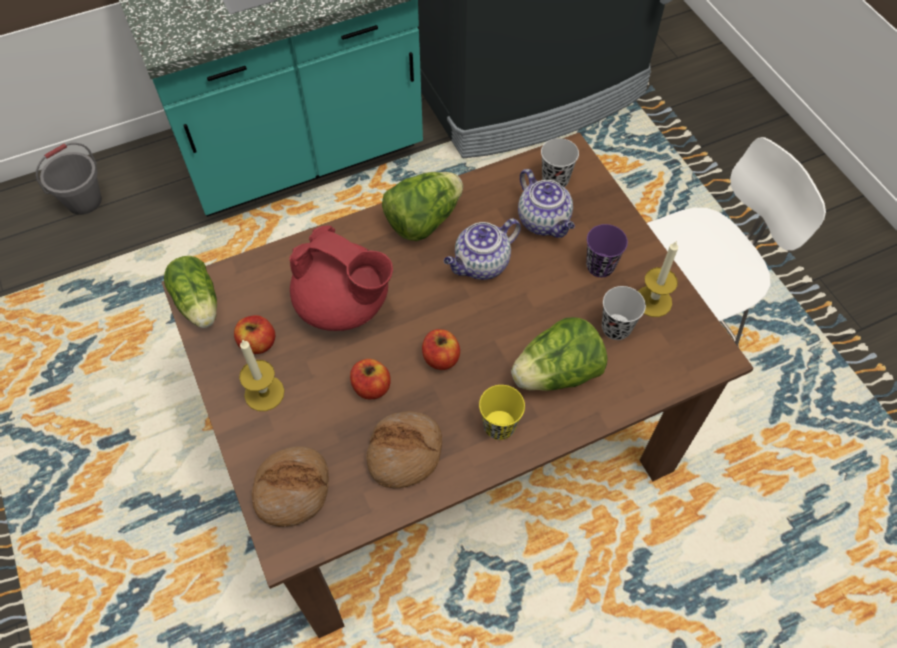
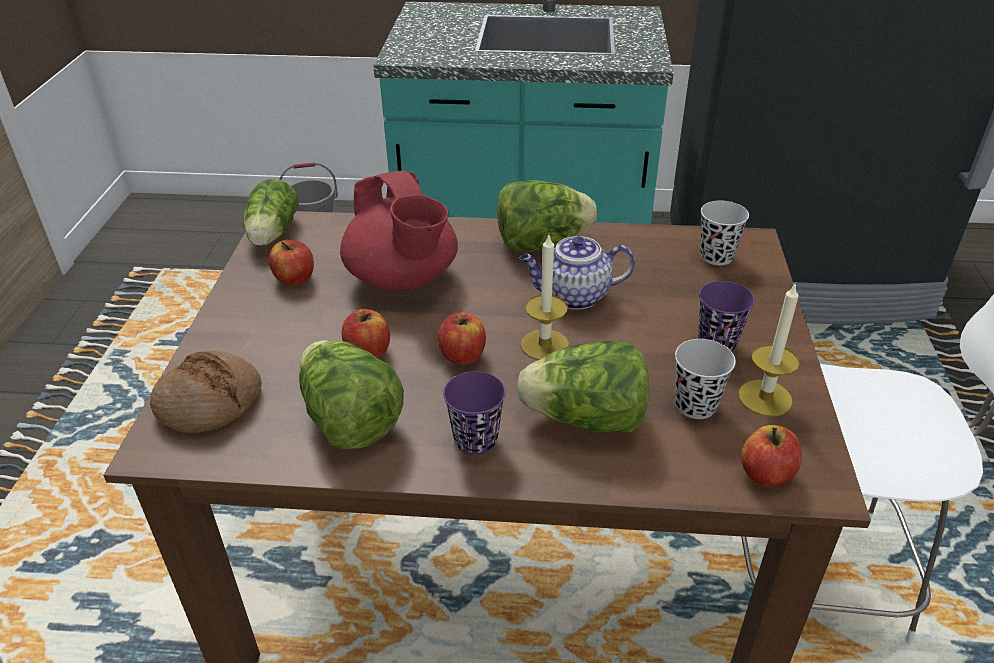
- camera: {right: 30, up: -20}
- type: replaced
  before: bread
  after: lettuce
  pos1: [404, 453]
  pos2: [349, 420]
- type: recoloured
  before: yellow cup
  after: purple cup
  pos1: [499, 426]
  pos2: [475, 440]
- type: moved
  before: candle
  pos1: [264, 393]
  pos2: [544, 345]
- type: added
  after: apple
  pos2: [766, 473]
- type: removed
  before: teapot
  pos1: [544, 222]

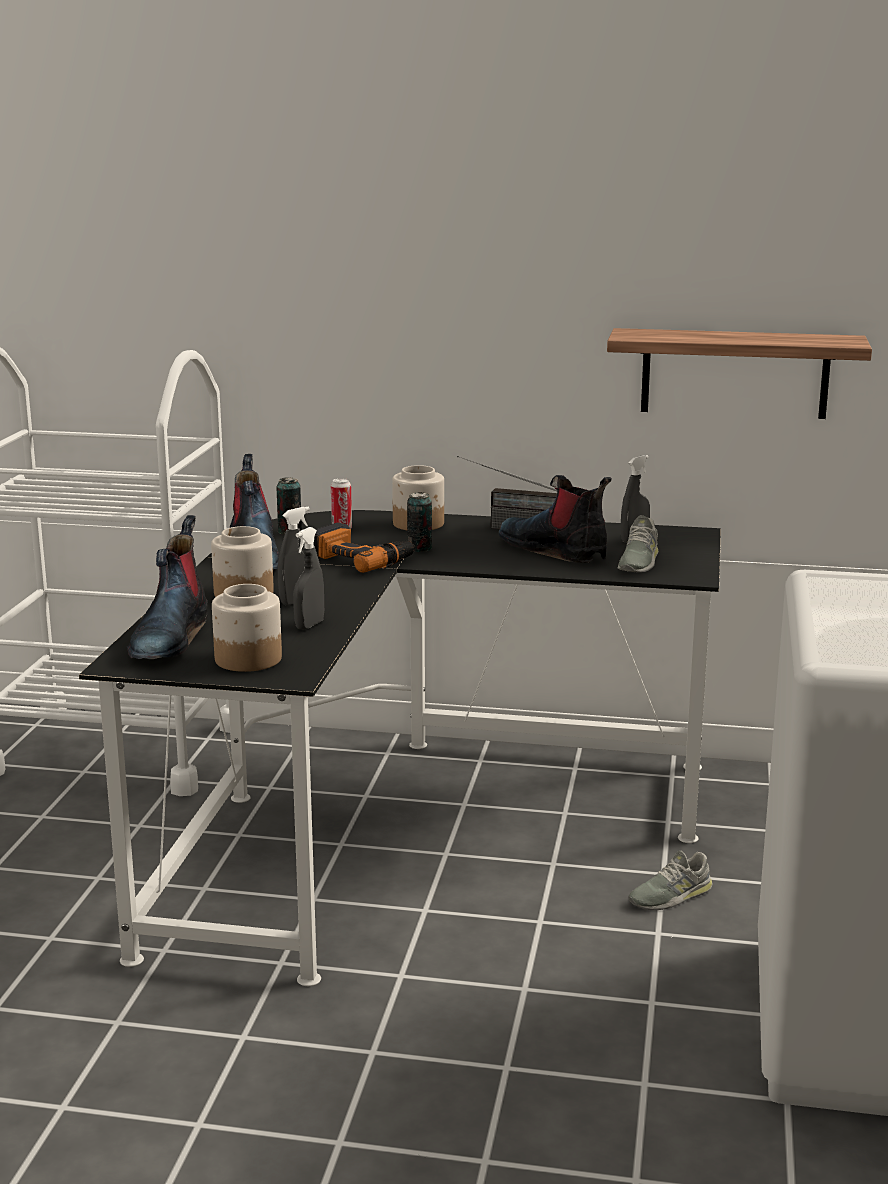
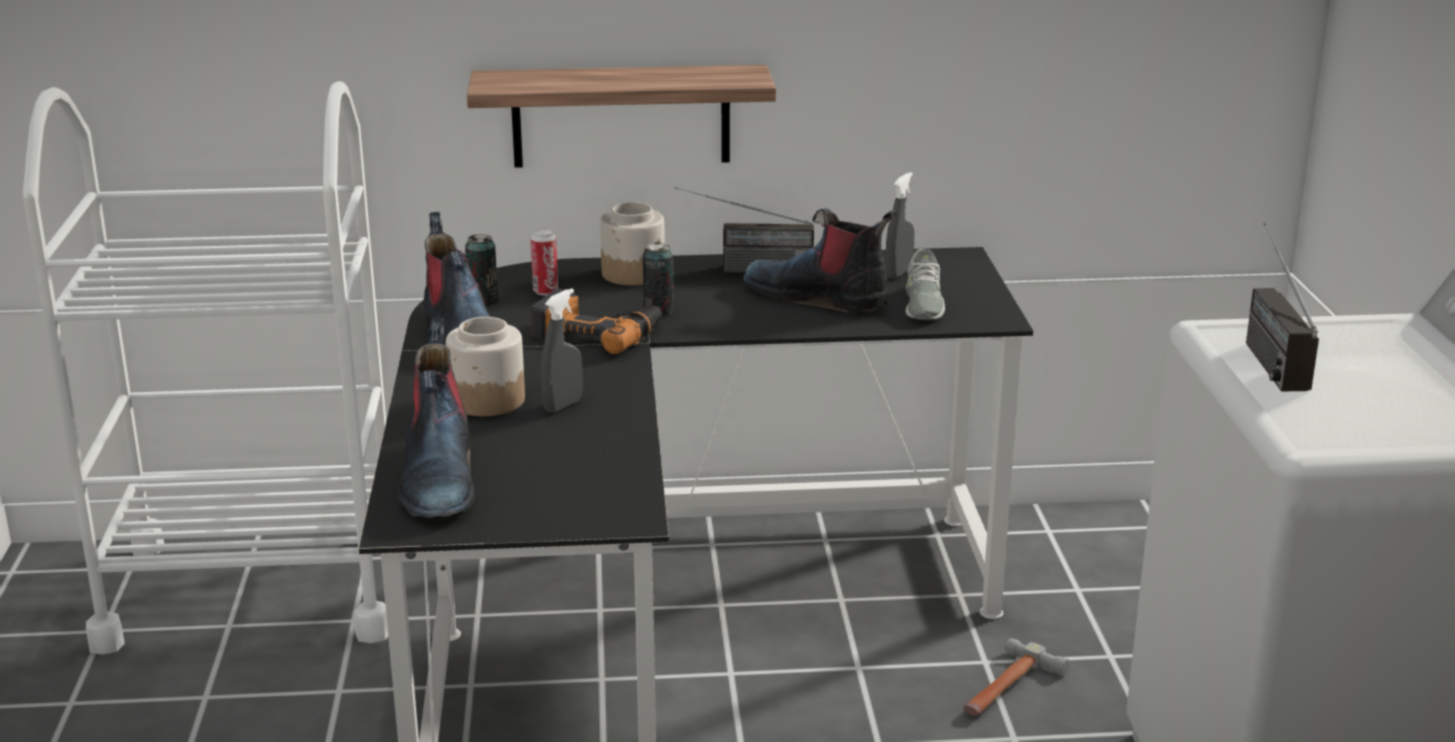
- camera: {right: -15, up: 5}
- type: moved
  before: shelf
  pos1: [734, 373]
  pos2: [621, 116]
- type: replaced
  before: grey shoe
  after: hammer
  pos1: [670, 896]
  pos2: [1006, 689]
- type: added
  after: radio
  pos2: [1264, 353]
- type: removed
  before: jar
  pos1: [247, 659]
- type: removed
  before: grey spray bottle
  pos1: [309, 625]

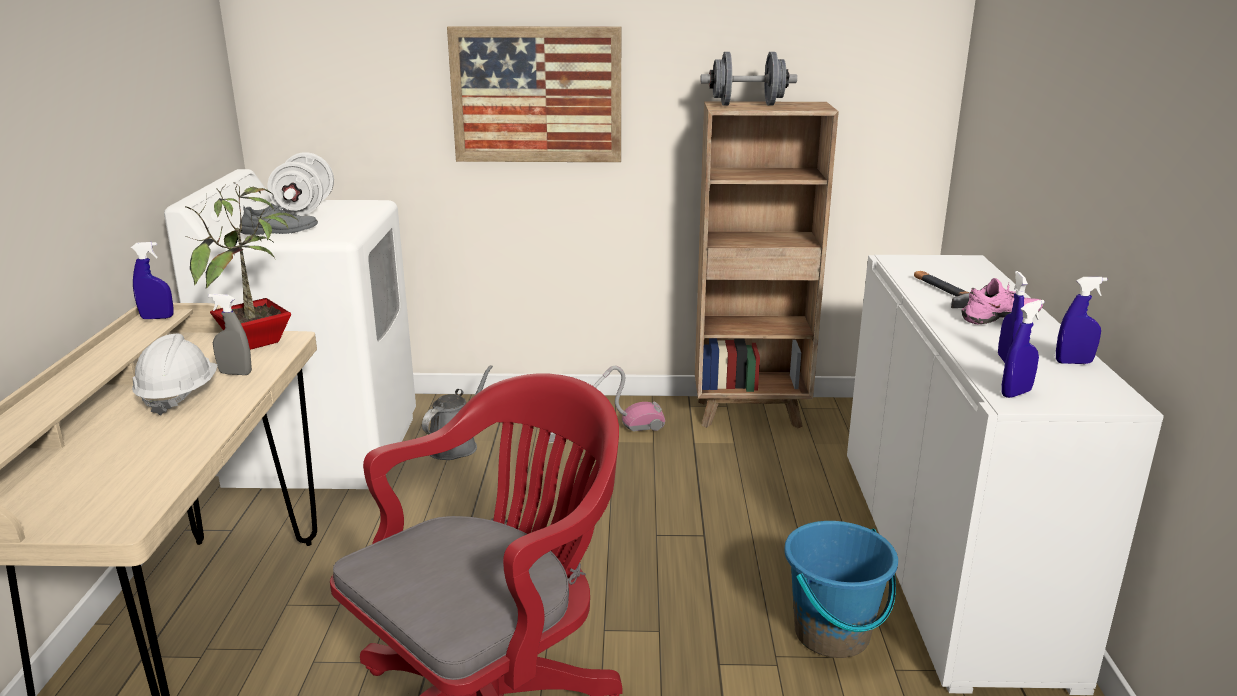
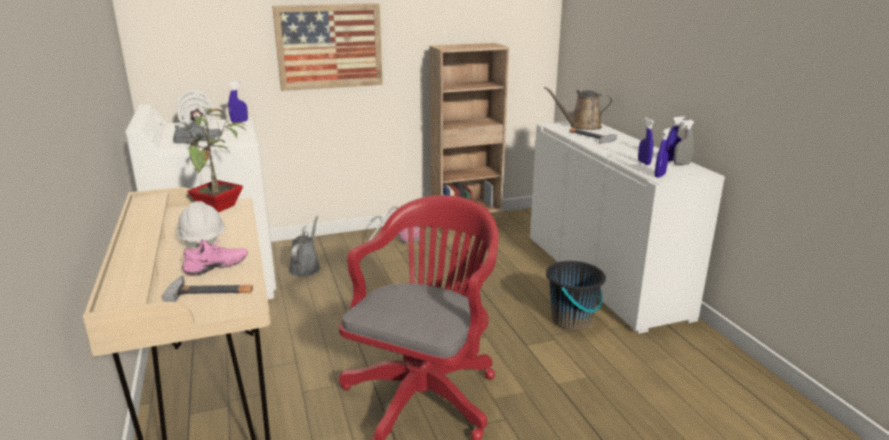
- camera: {right: -20, up: 0}
- type: added
  after: hammer
  pos2: [212, 292]
- type: moved
  before: pink shoe
  pos1: [1001, 320]
  pos2: [217, 269]
- type: moved
  before: blue spray bottle
  pos1: [157, 318]
  pos2: [239, 121]
- type: added
  after: brown watering can
  pos2: [581, 126]
- type: recoloured
  before: blue bucket
  after: black bucket
  pos1: [832, 634]
  pos2: [571, 320]
- type: moved
  before: grey spray bottle
  pos1: [235, 373]
  pos2: [681, 164]
- type: removed
  before: grey dumbbell
  pos1: [747, 105]

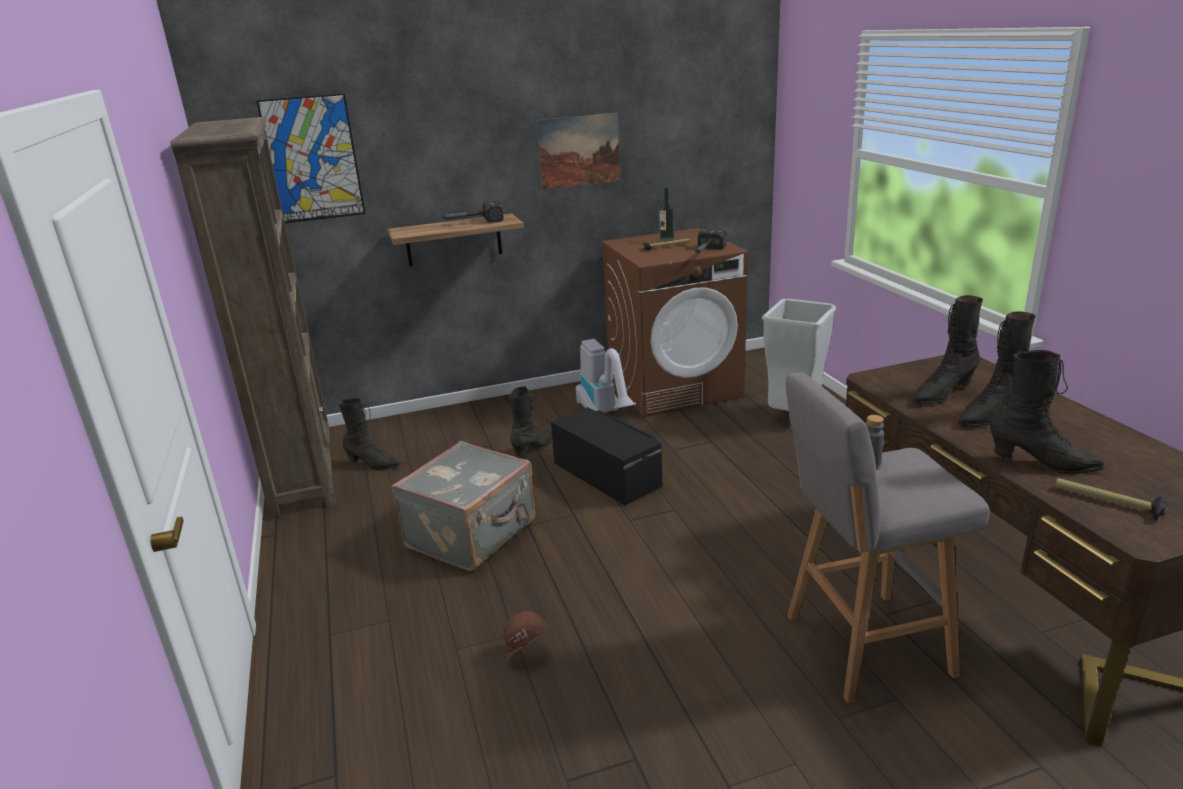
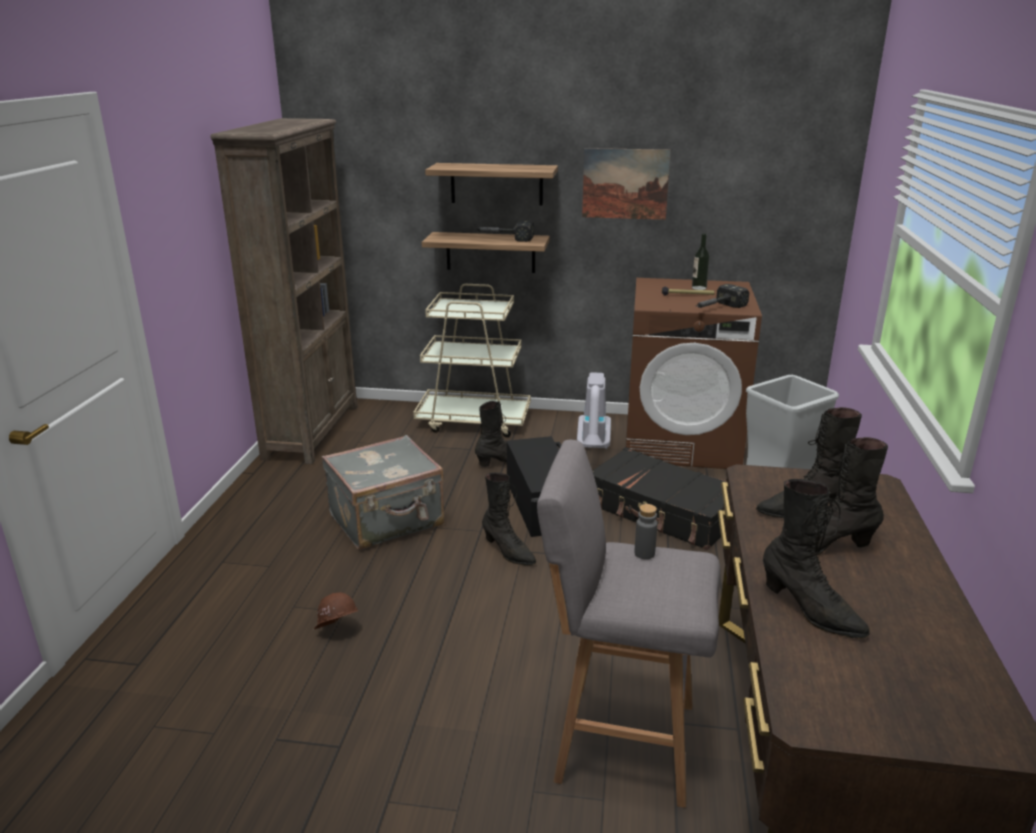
- camera: {right: 25, up: 0}
- type: added
  after: beige cart
  pos2: [474, 421]
- type: added
  after: shelf
  pos2: [496, 184]
- type: moved
  before: black boot
  pos1: [373, 464]
  pos2: [508, 552]
- type: added
  after: black suitcase
  pos2: [662, 512]
- type: removed
  before: picture
  pos1: [313, 159]
- type: removed
  before: hammer
  pos1: [1107, 501]

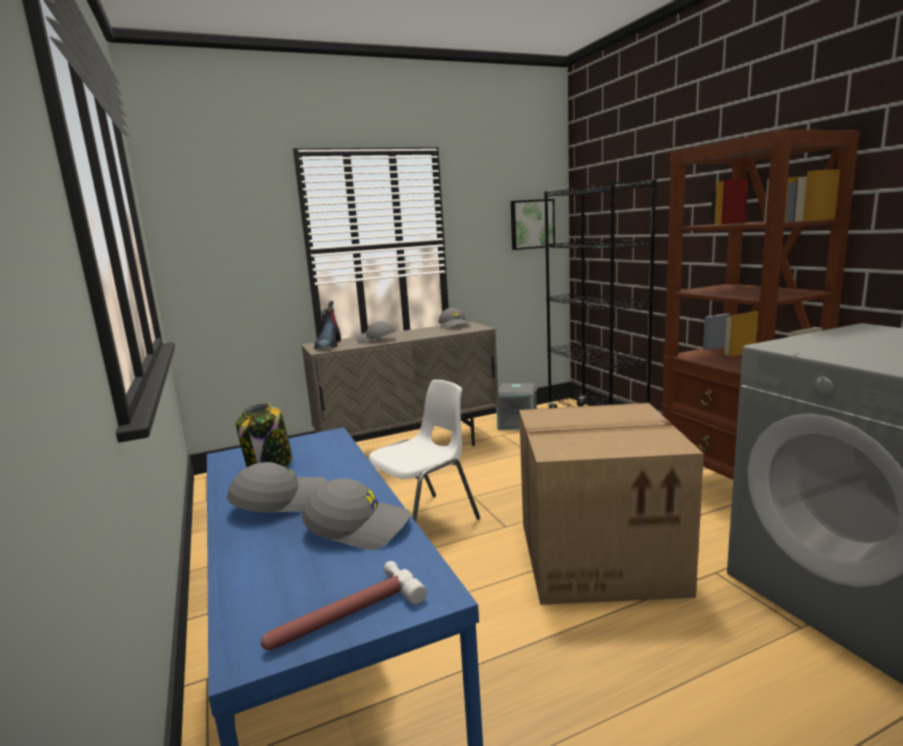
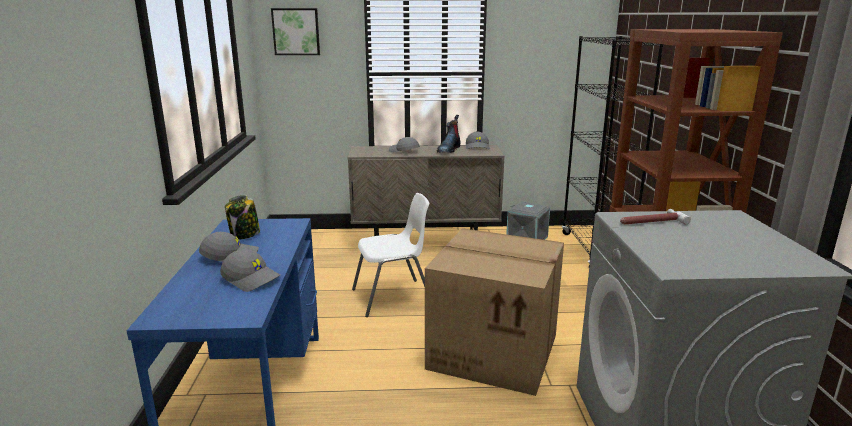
- camera: {right: 20, up: 5}
- type: moved
  before: picture
  pos1: [531, 224]
  pos2: [296, 31]
- type: moved
  before: boot
  pos1: [328, 345]
  pos2: [448, 149]
- type: moved
  before: hammer
  pos1: [342, 615]
  pos2: [650, 222]

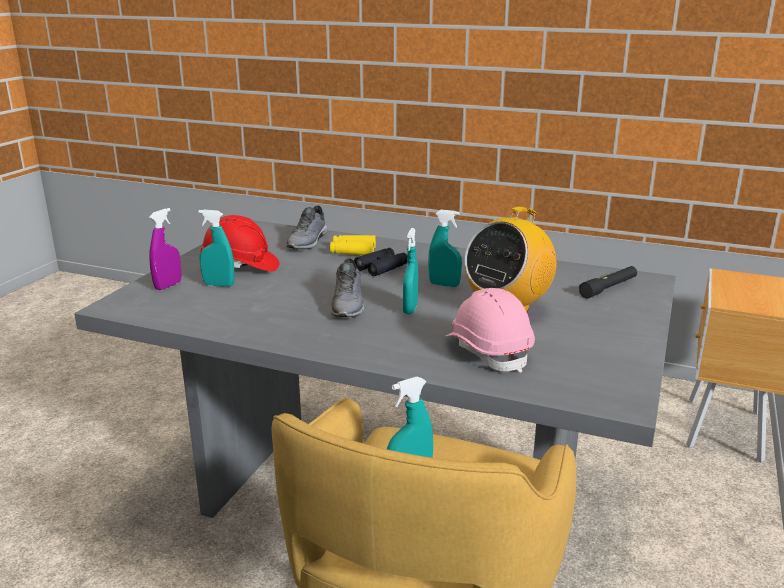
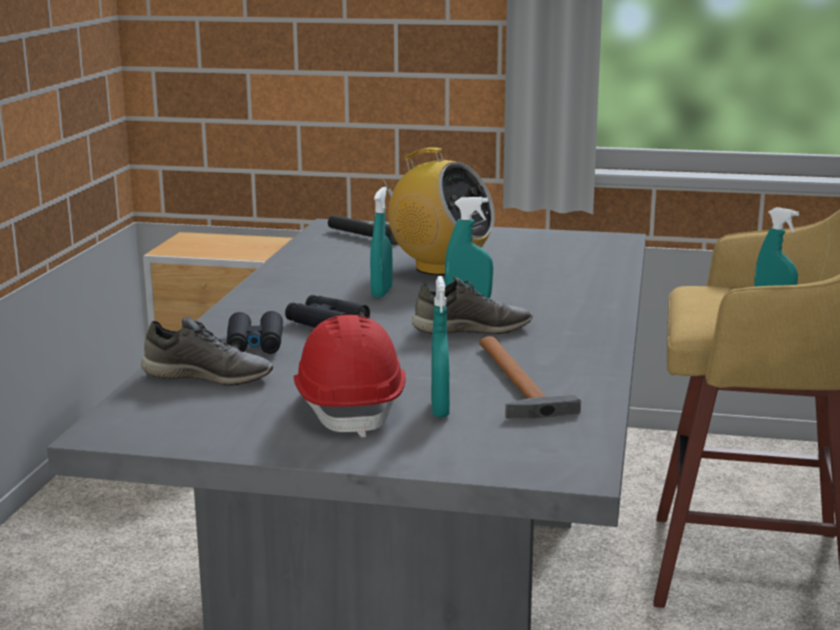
- camera: {right: -100, up: -5}
- type: recoloured
  before: yellow binoculars
  after: black binoculars
  pos1: [353, 251]
  pos2: [255, 344]
- type: added
  after: hammer
  pos2: [517, 384]
- type: removed
  before: purple spray bottle
  pos1: [168, 285]
- type: removed
  before: pink hard hat
  pos1: [488, 351]

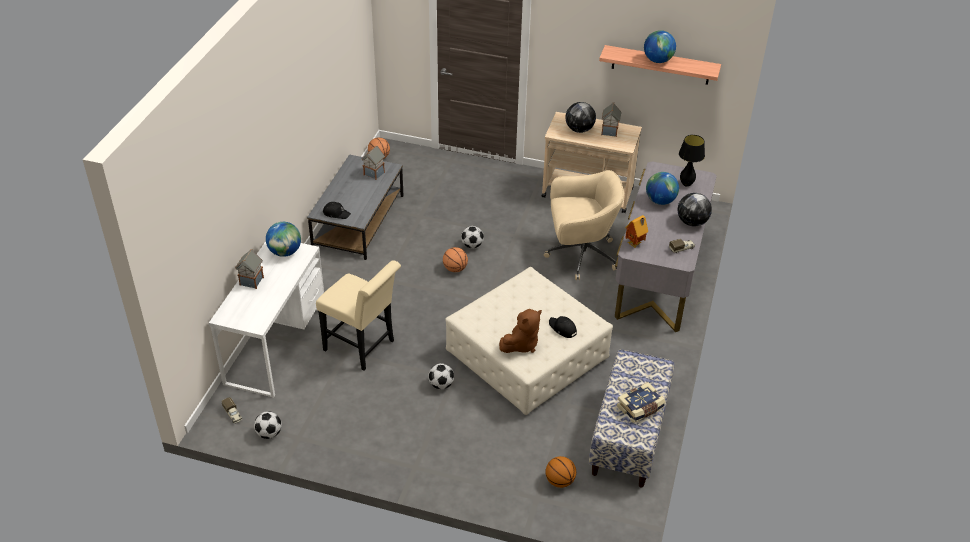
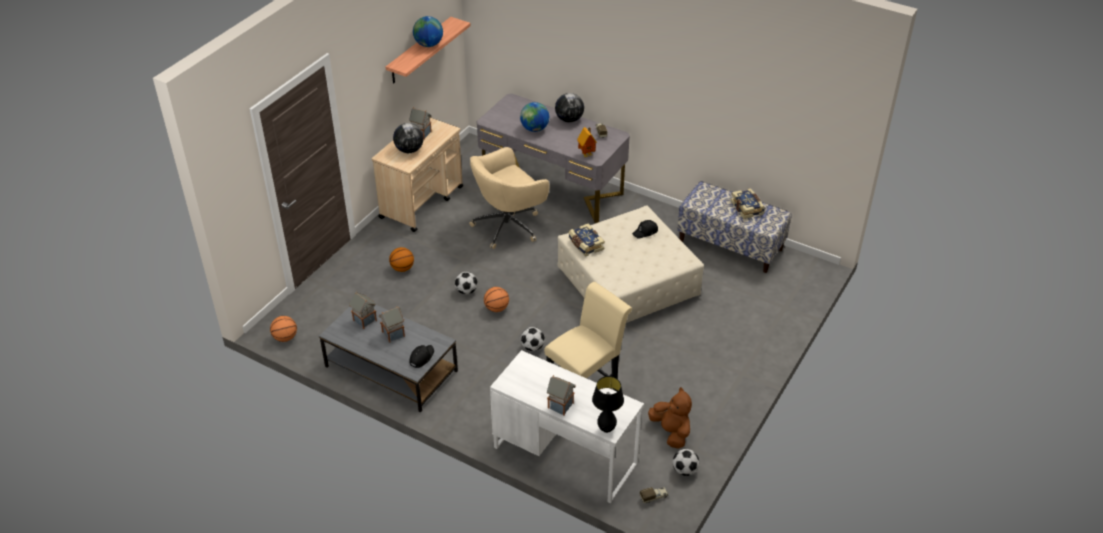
- camera: {right: -75, up: 0}
- type: added
  after: toy house
  pos2: [393, 333]
- type: moved
  before: basketball
  pos1: [559, 481]
  pos2: [402, 268]
- type: turned
  before: beige office chair
  pos1: [580, 255]
  pos2: [508, 226]
  turn: -135
- type: moved
  before: football
  pos1: [441, 385]
  pos2: [532, 347]
- type: added
  after: book
  pos2: [585, 245]
- type: moved
  before: black table lamp
  pos1: [686, 184]
  pos2: [606, 429]
- type: moved
  before: brown plush toy
  pos1: [521, 344]
  pos2: [671, 432]
- type: removed
  before: globe
  pos1: [285, 252]

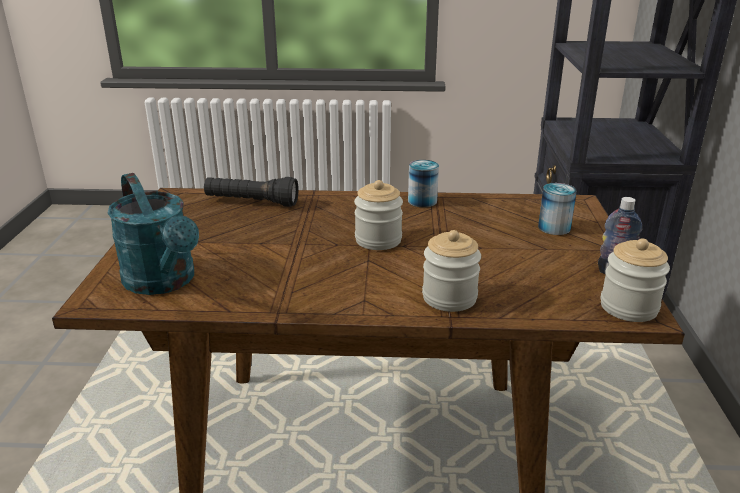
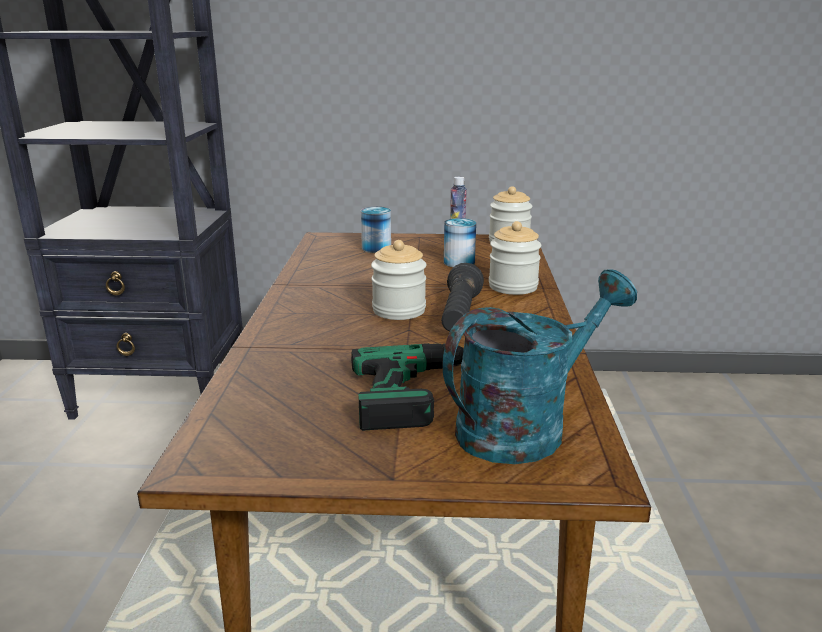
- camera: {right: -90, up: -5}
- type: added
  after: power drill
  pos2: [430, 392]
- type: moved
  before: black flashlight
  pos1: [251, 202]
  pos2: [460, 315]
- type: moved
  before: can
  pos1: [422, 201]
  pos2: [459, 262]

